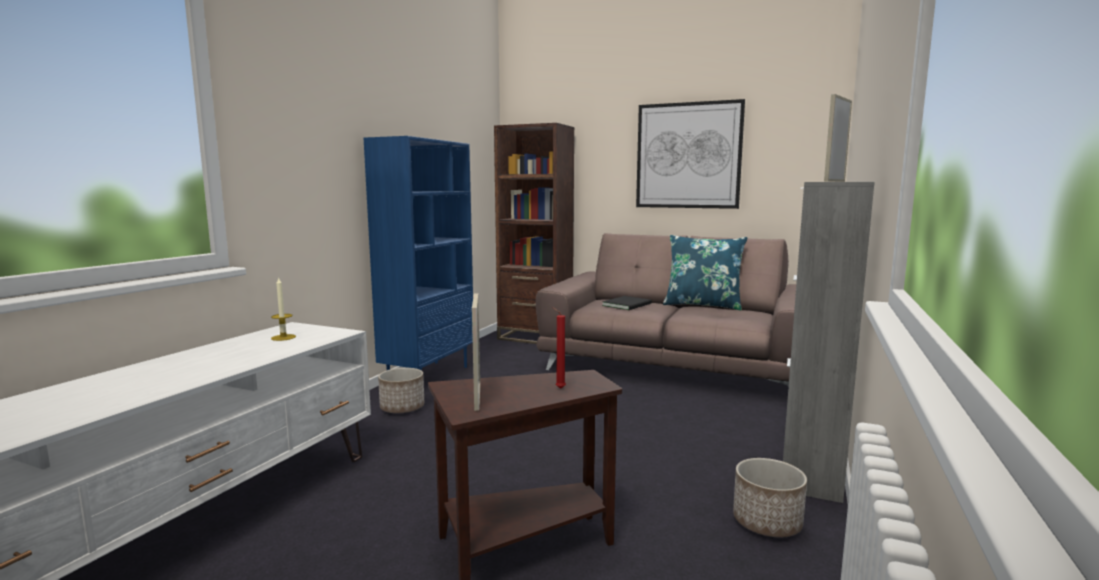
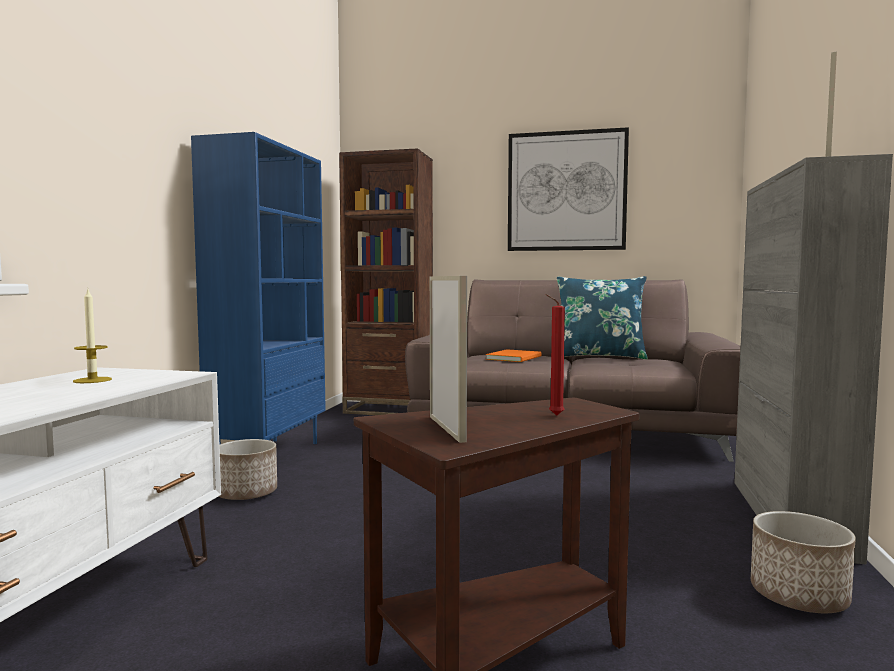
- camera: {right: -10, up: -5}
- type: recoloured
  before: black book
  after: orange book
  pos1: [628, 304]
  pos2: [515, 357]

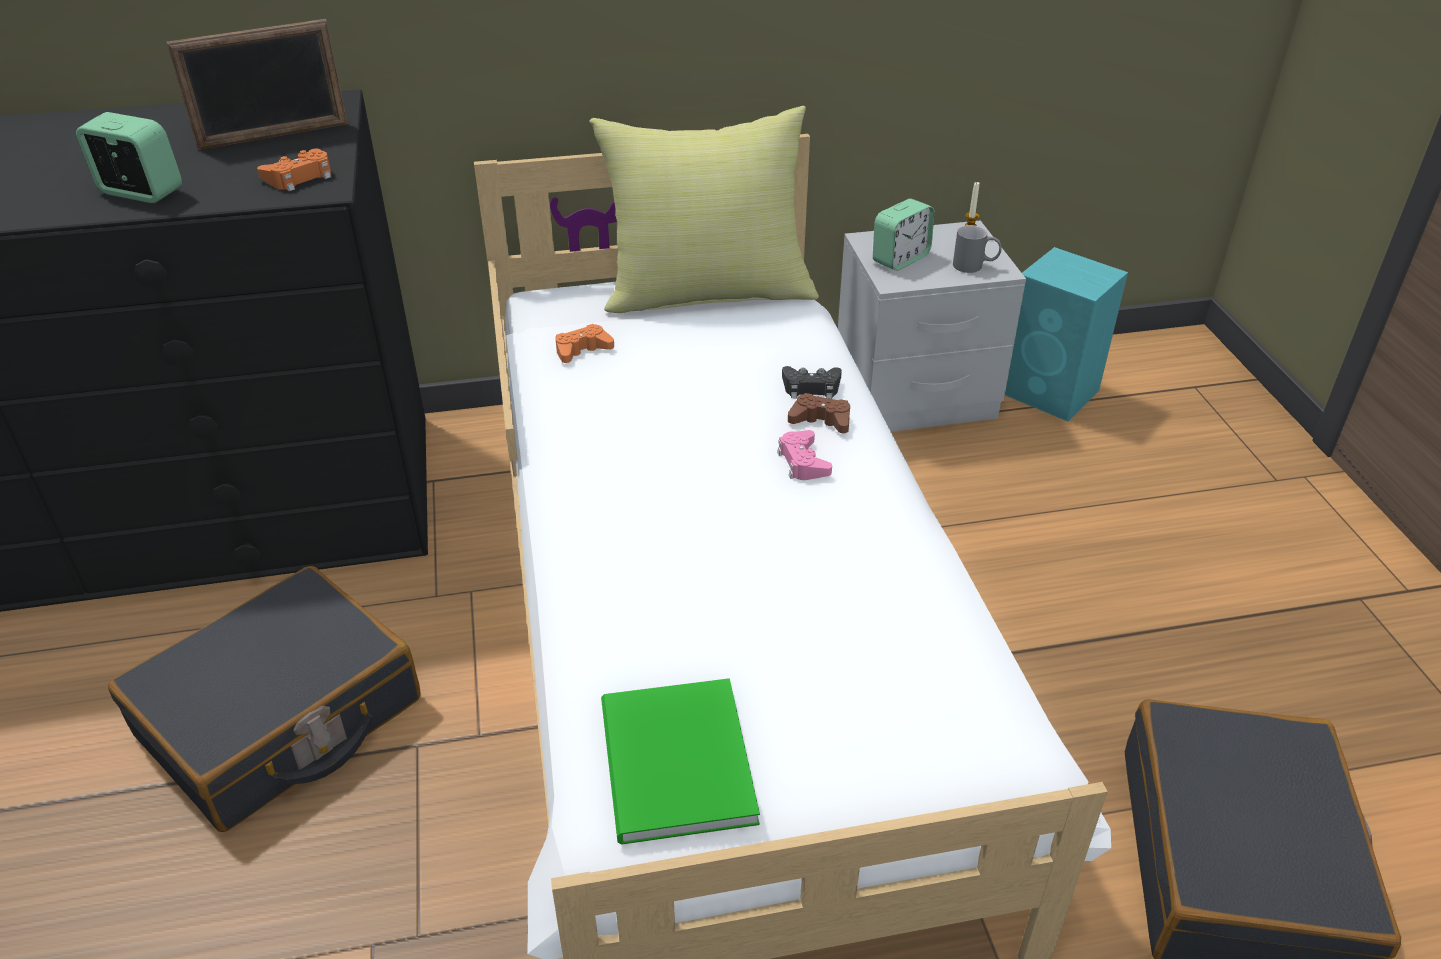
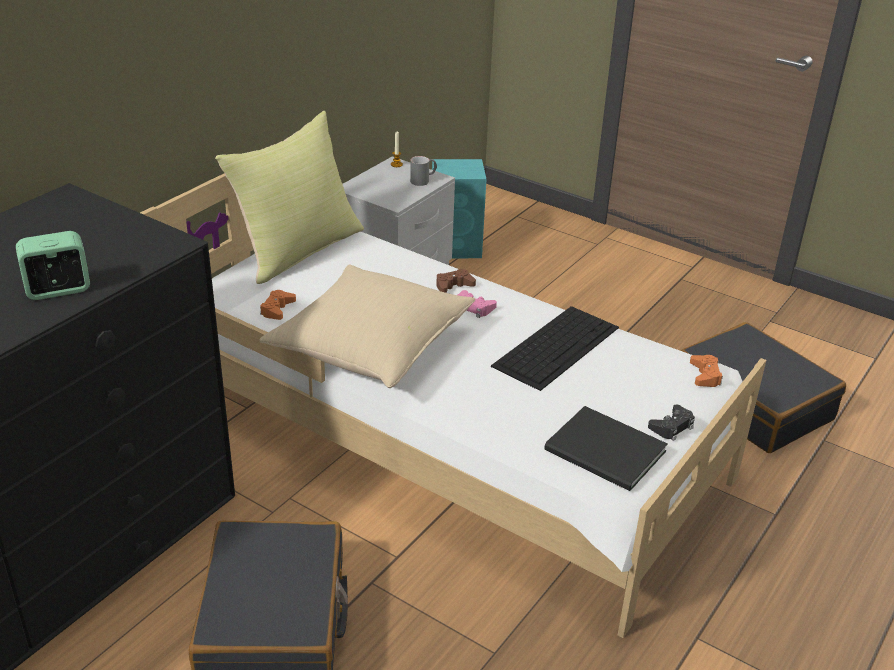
- camera: {right: -45, up: -5}
- type: added
  after: beige pillow
  pos2: [370, 348]
- type: added
  after: keyboard
  pos2: [556, 345]
- type: recoloured
  before: green book
  after: black book
  pos1: [673, 767]
  pos2: [606, 453]
- type: moved
  before: black game controller
  pos1: [811, 387]
  pos2: [672, 427]
- type: moved
  before: orange game controller
  pos1: [300, 177]
  pos2: [705, 375]
- type: removed
  before: picture frame
  pos1: [274, 136]
- type: removed
  before: alarm clock
  pos1: [900, 259]

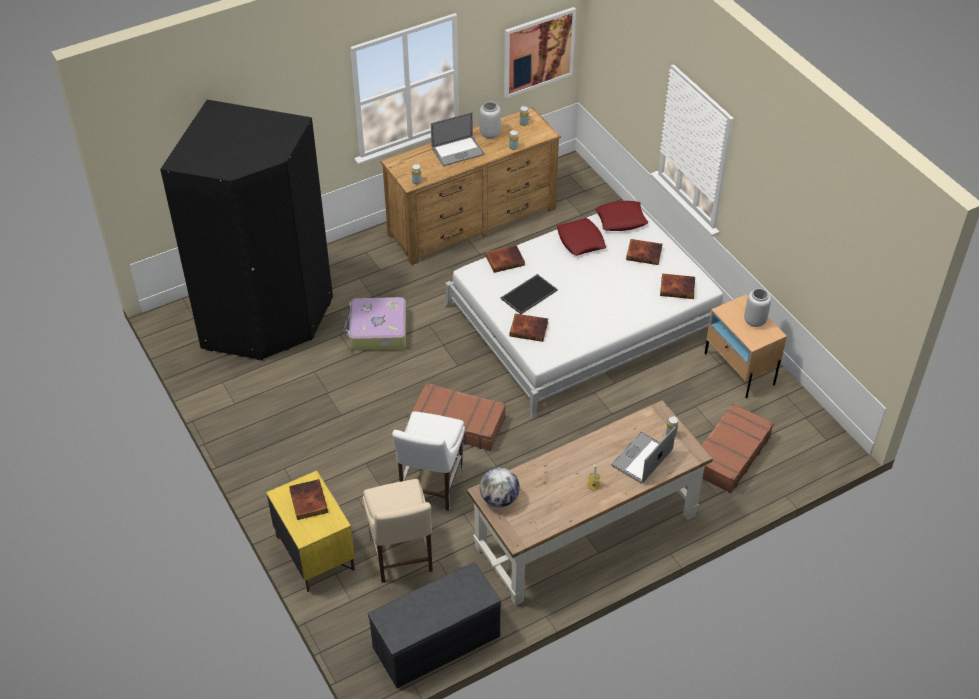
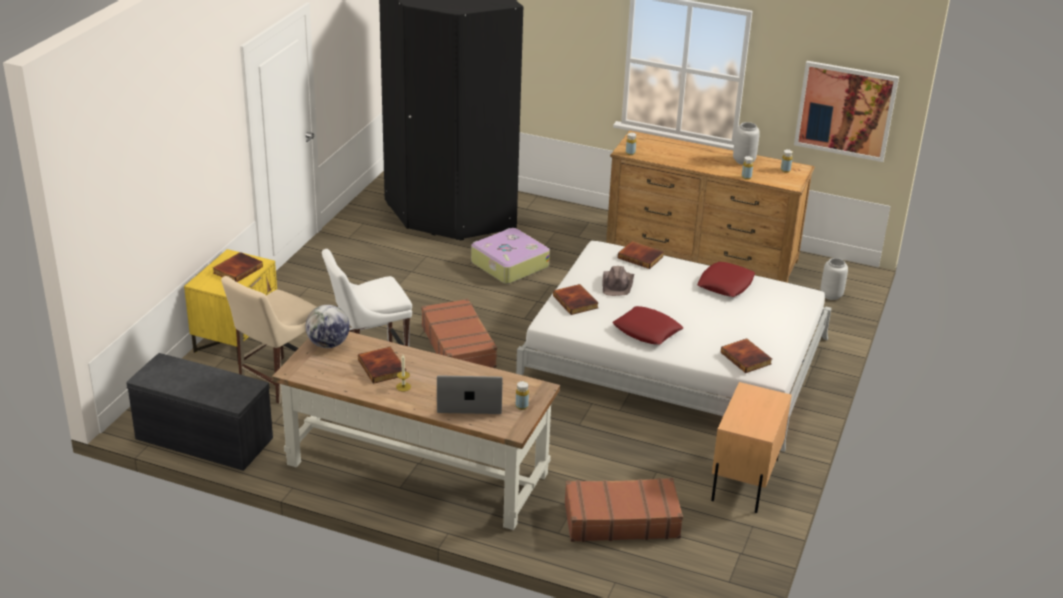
- camera: {right: 50, up: -15}
- type: moved
  before: book
  pos1: [644, 253]
  pos2: [383, 367]
- type: replaced
  before: tray
  after: brown hat
  pos1: [529, 293]
  pos2: [618, 284]
- type: moved
  before: red pillow
  pos1: [621, 220]
  pos2: [647, 331]
- type: moved
  before: grey vase
  pos1: [754, 320]
  pos2: [831, 295]
- type: removed
  before: laptop
  pos1: [458, 151]

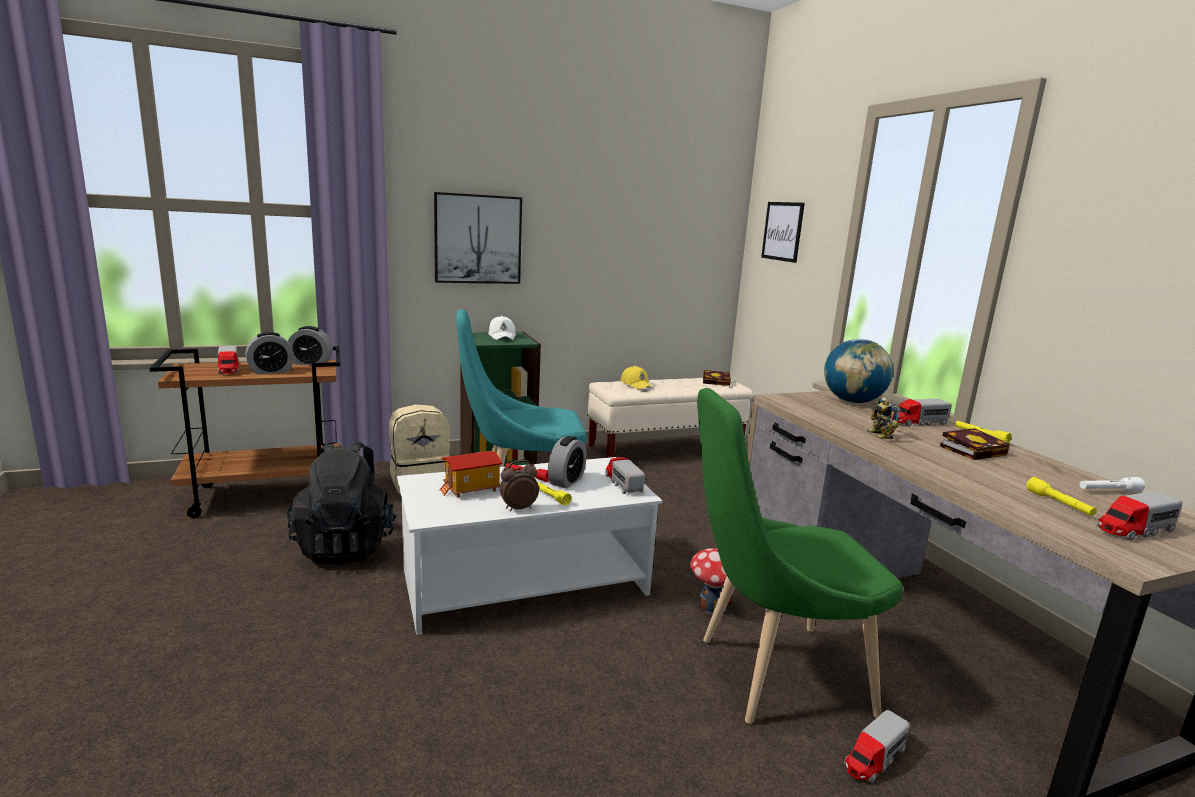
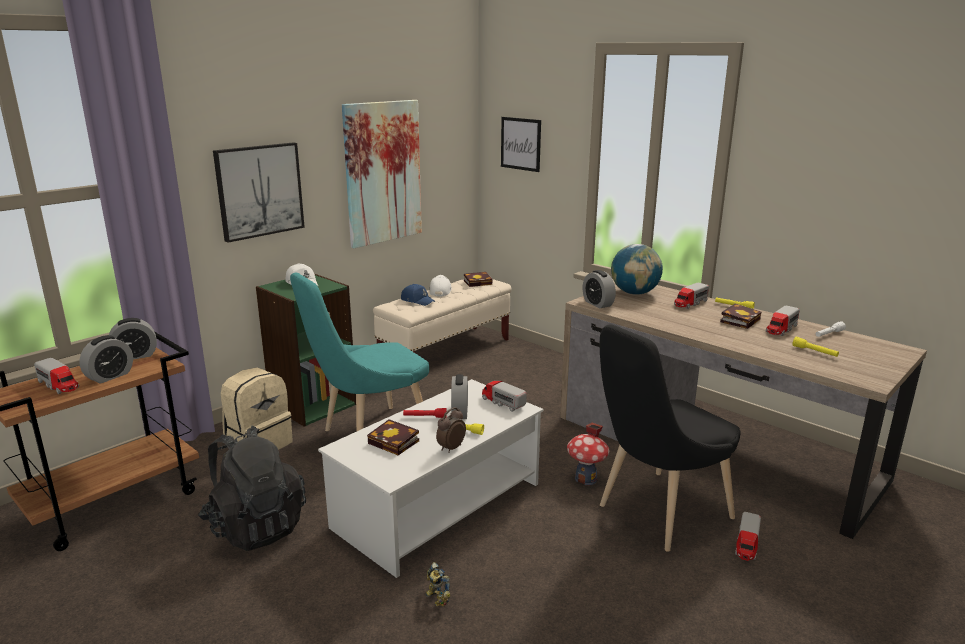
- camera: {right: -25, up: 5}
- type: added
  after: picture
  pos2: [383, 173]
- type: replaced
  before: toy house
  after: book
  pos1: [471, 489]
  pos2: [396, 442]
- type: recoloured
  before: yellow cap
  after: blue cap
  pos1: [636, 384]
  pos2: [417, 300]
- type: moved
  before: toy robot
  pos1: [878, 435]
  pos2: [435, 599]
- type: added
  after: white cap
  pos2: [440, 291]
- type: added
  after: alarm clock
  pos2: [597, 304]
- type: recoloured
  before: green chair
  after: black chair
  pos1: [771, 675]
  pos2: [657, 514]
- type: moved
  before: toy truck
  pos1: [1134, 530]
  pos2: [781, 329]

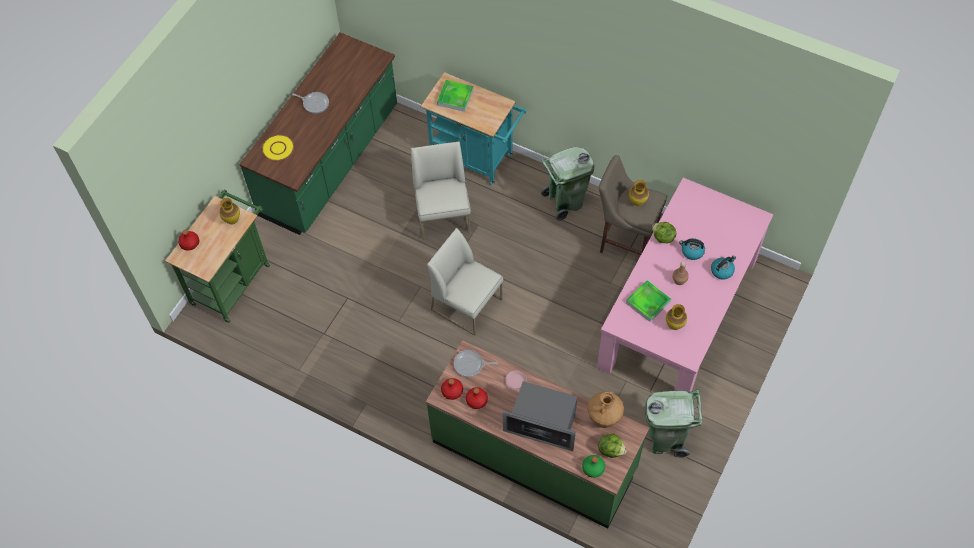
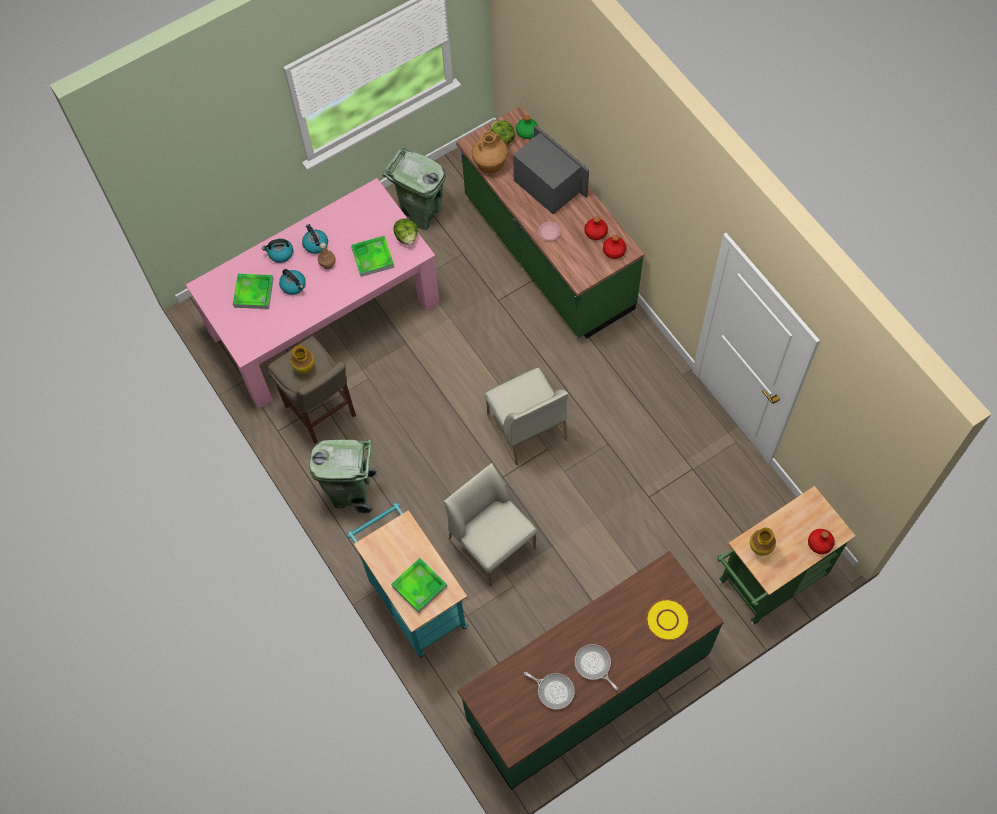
- camera: {right: -150, up: 5}
- type: added
  after: tray
  pos2: [253, 292]
- type: added
  after: kettle
  pos2: [315, 244]
- type: moved
  before: lettuce
  pos1: [663, 238]
  pos2: [407, 237]
- type: turned
  before: white chair
  pos1: [443, 215]
  pos2: [493, 544]
  turn: 120
- type: moved
  before: frying pan
  pos1: [470, 365]
  pos2: [554, 690]
- type: removed
  before: vase
  pos1: [674, 325]

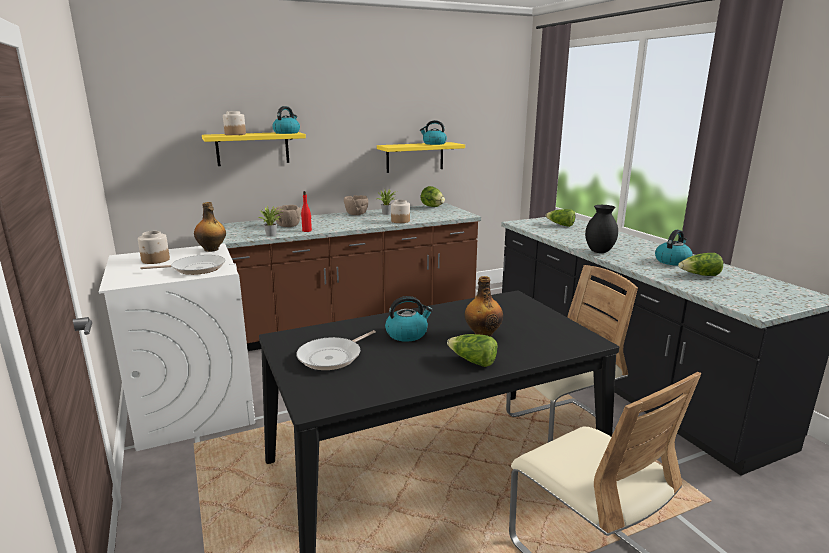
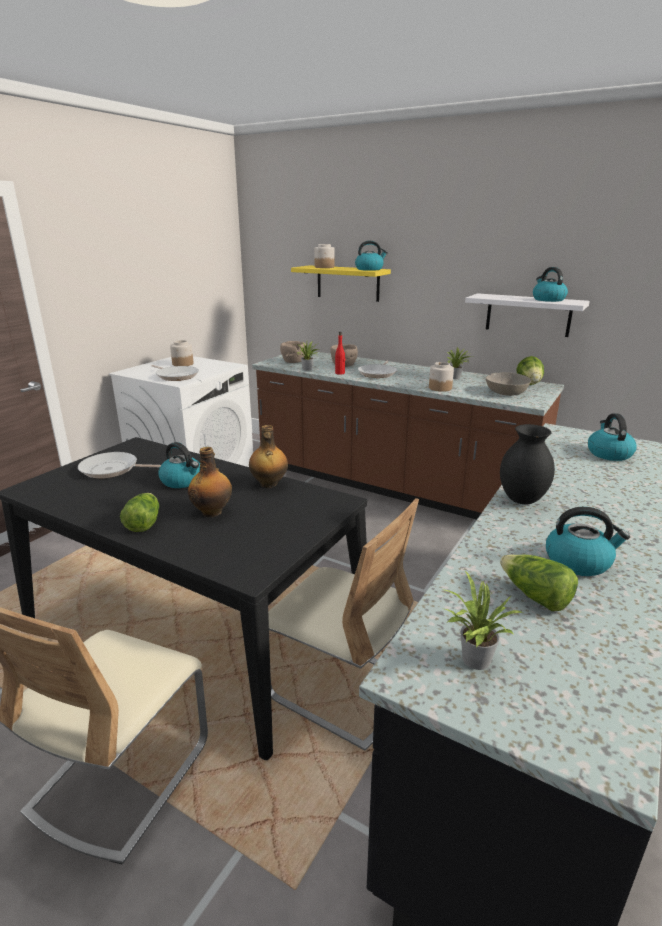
- camera: {right: 55, up: 5}
- type: moved
  before: bottle
  pos1: [212, 249]
  pos2: [269, 484]
- type: moved
  before: brown bowl
  pos1: [356, 214]
  pos2: [293, 361]
- type: added
  after: frying pan
  pos2: [378, 373]
- type: added
  after: potted plant
  pos2: [472, 660]
- type: recoloured
  before: yellow shelf
  after: white shelf
  pos1: [415, 157]
  pos2: [528, 315]
- type: added
  after: grey bowl
  pos2: [506, 392]
- type: replaced
  before: lettuce
  after: kettle
  pos1: [560, 225]
  pos2: [608, 453]

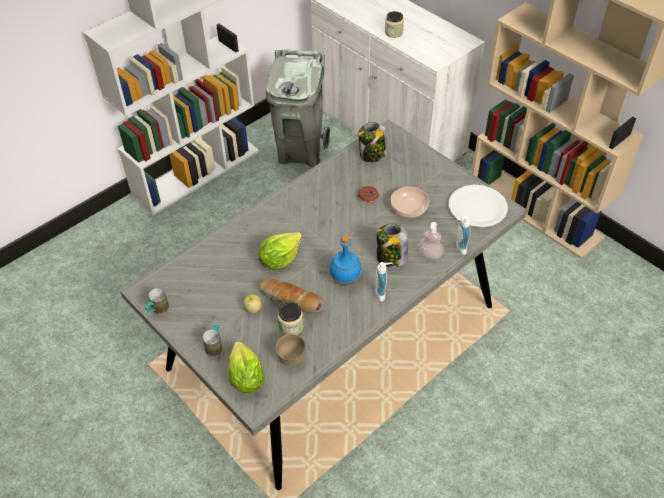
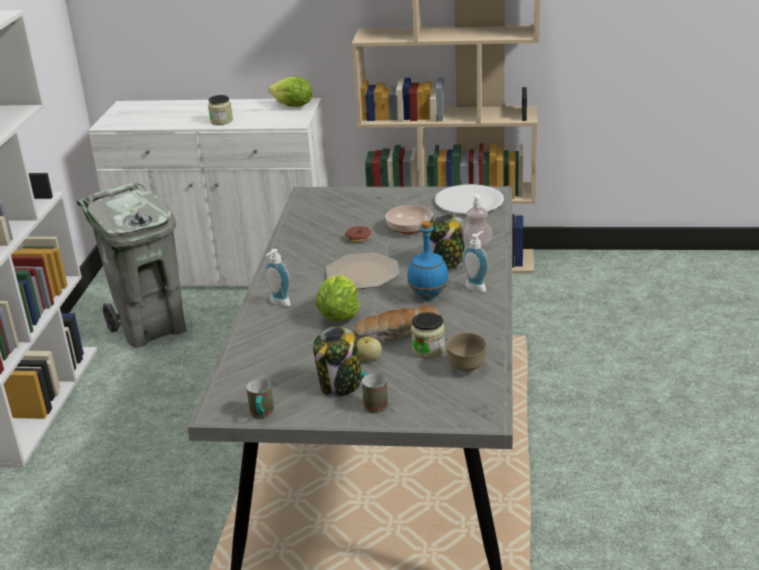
- camera: {right: -40, up: -20}
- type: moved
  before: soap dispenser
  pos1: [459, 248]
  pos2: [278, 304]
- type: moved
  before: lettuce
  pos1: [246, 378]
  pos2: [293, 106]
- type: moved
  before: jar
  pos1: [372, 155]
  pos2: [340, 385]
- type: added
  after: plate
  pos2: [362, 273]

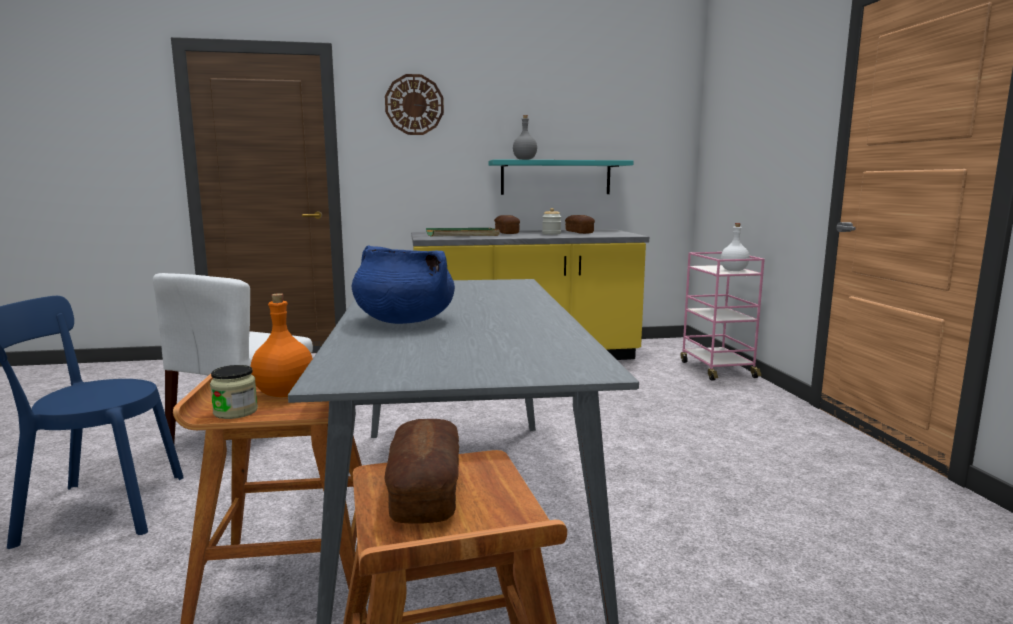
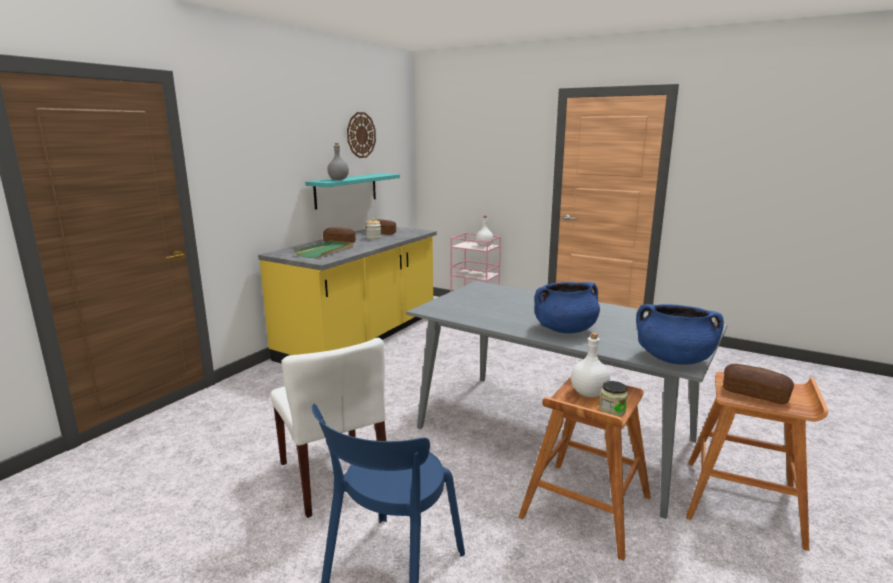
- camera: {right: -50, up: 5}
- type: moved
  before: wall clock
  pos1: [414, 105]
  pos2: [361, 135]
- type: recoloured
  before: orange bottle
  after: white bottle
  pos1: [285, 394]
  pos2: [589, 393]
- type: added
  after: blue cooking pot
  pos2: [673, 359]

